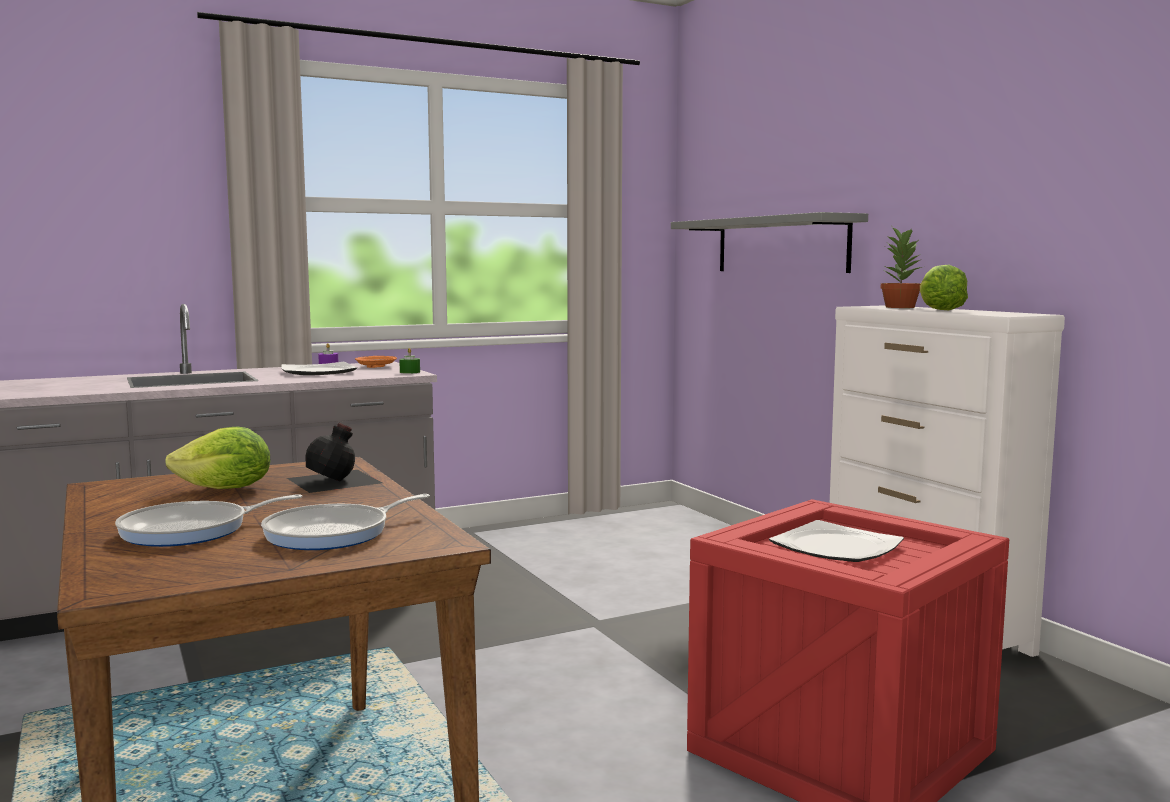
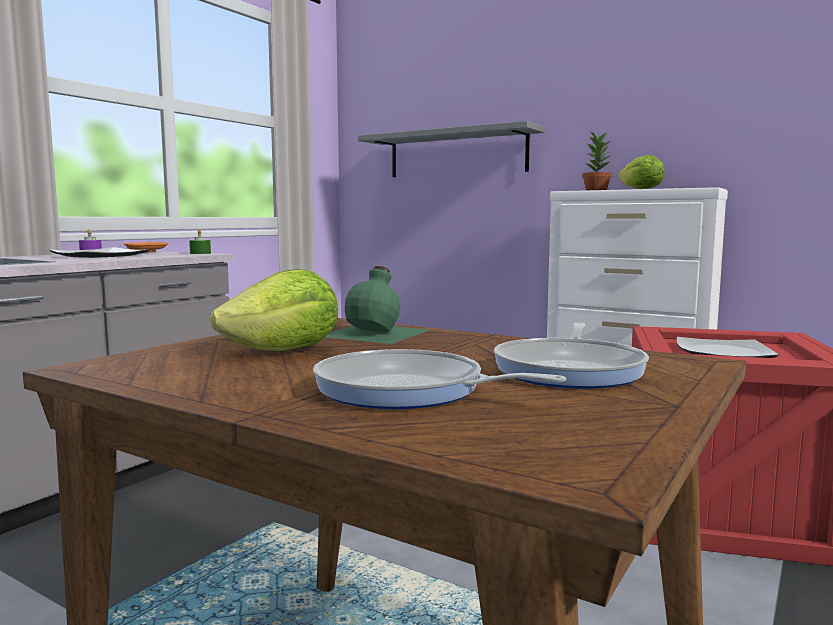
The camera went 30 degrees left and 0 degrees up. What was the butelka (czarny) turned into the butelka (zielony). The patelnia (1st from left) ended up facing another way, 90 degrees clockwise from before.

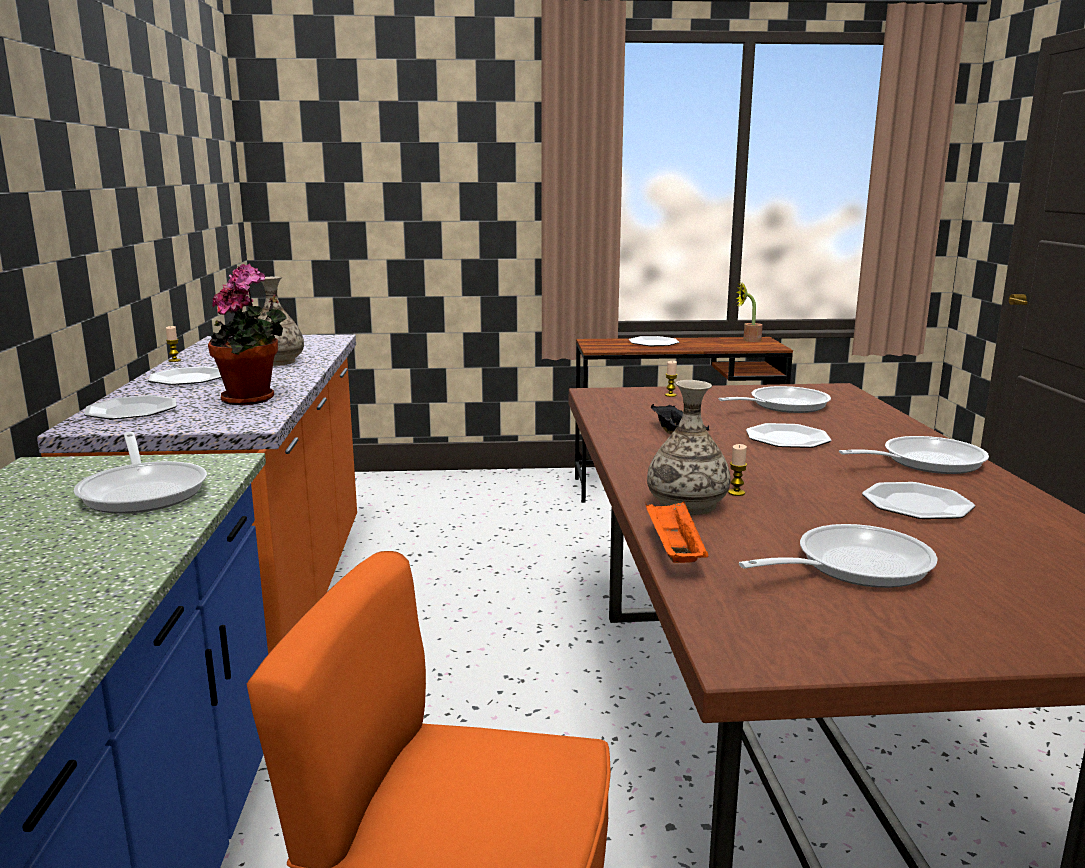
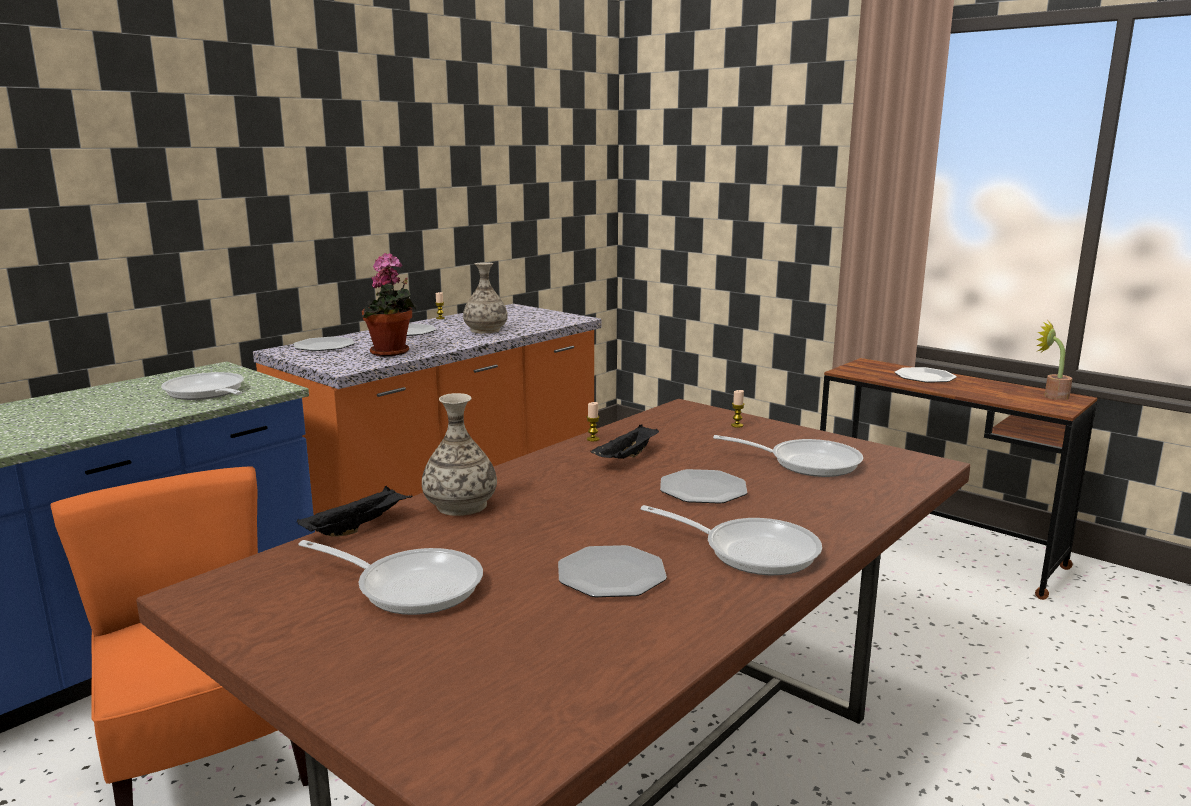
The camera went 45 degrees right and 0 degrees up. The świeca (3rd from left in the first image) ended up elsewhere. What was the taca (pomarańczowy) turned into the taca (czarny) (1st from left). The patelnia (1st from left) ended up facing another way, 120 degrees clockwise from before.

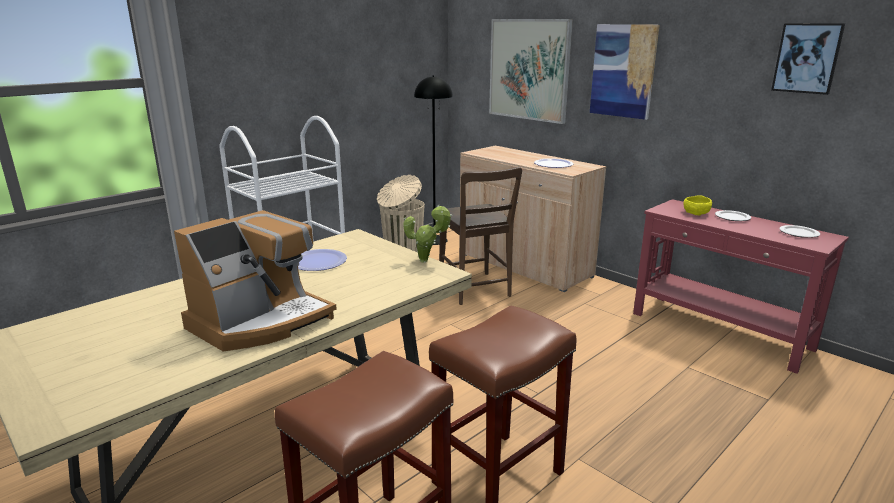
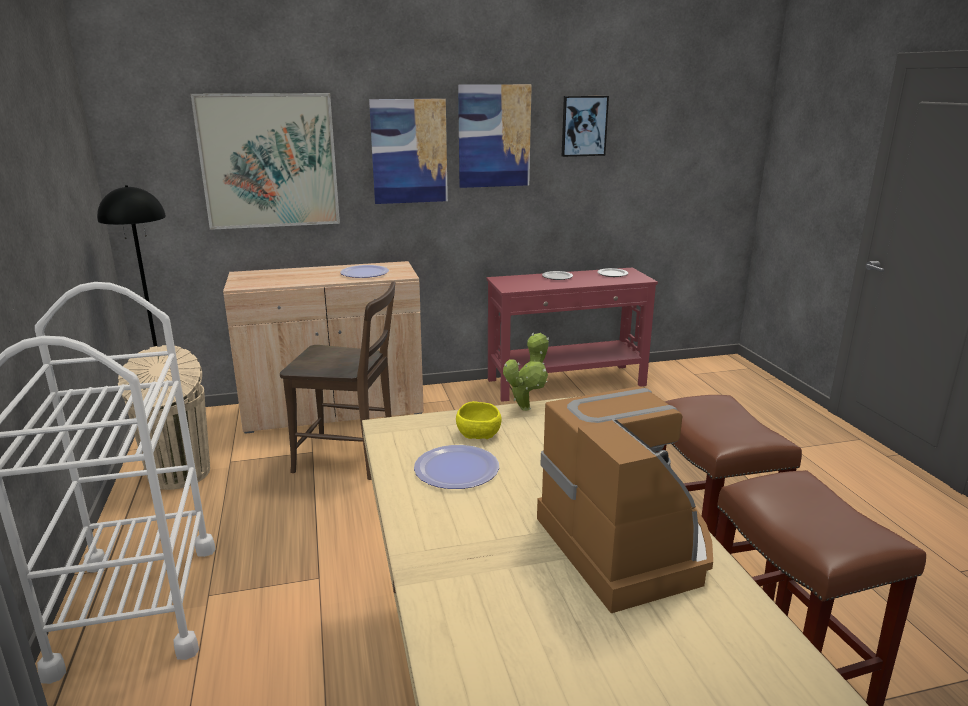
The camera went 60 degrees left and 0 degrees up. The second view gained the obraz (3rd from left). The miska (żółty) ended up elsewhere.

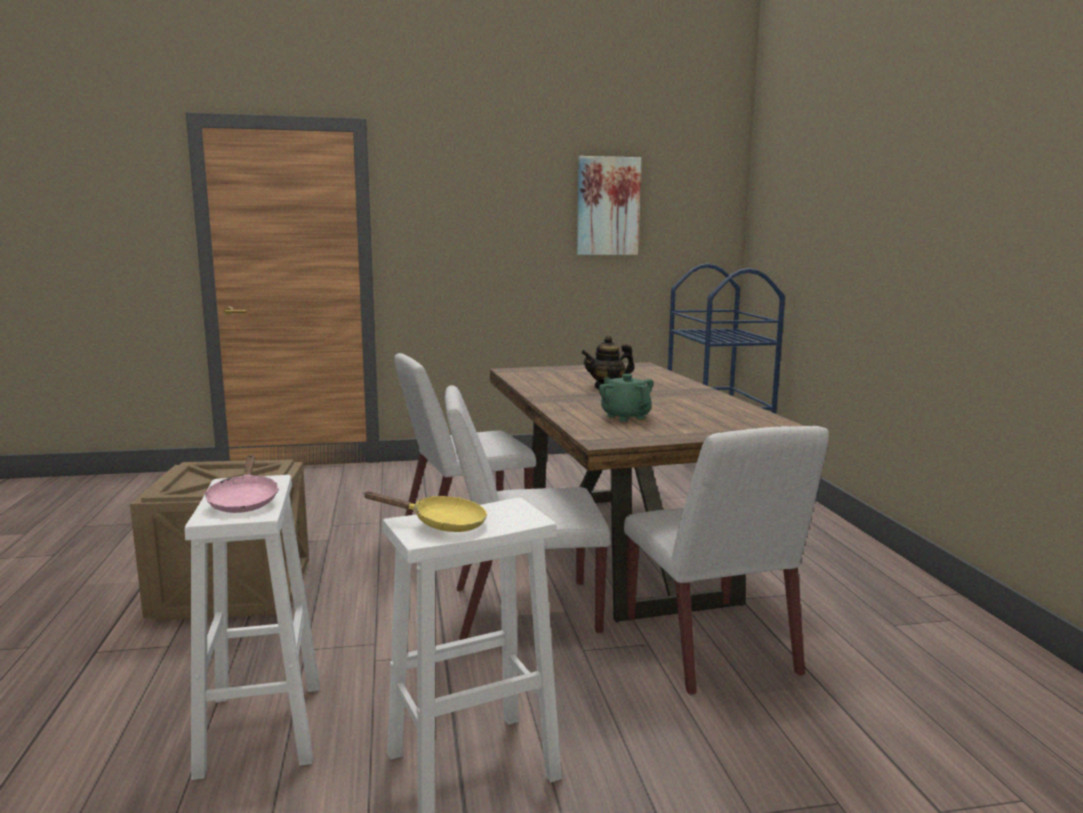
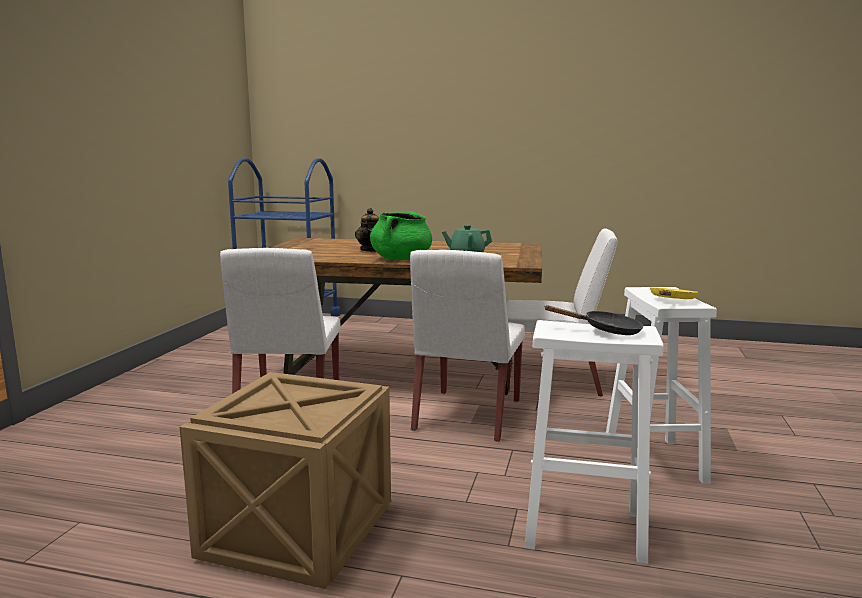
The camera went 65 degrees left and 0 degrees up. The second view lost the obraz. The second view gained the garnek (zielony). What was the patelnia (różowy) turned into the patelnia (czarny).

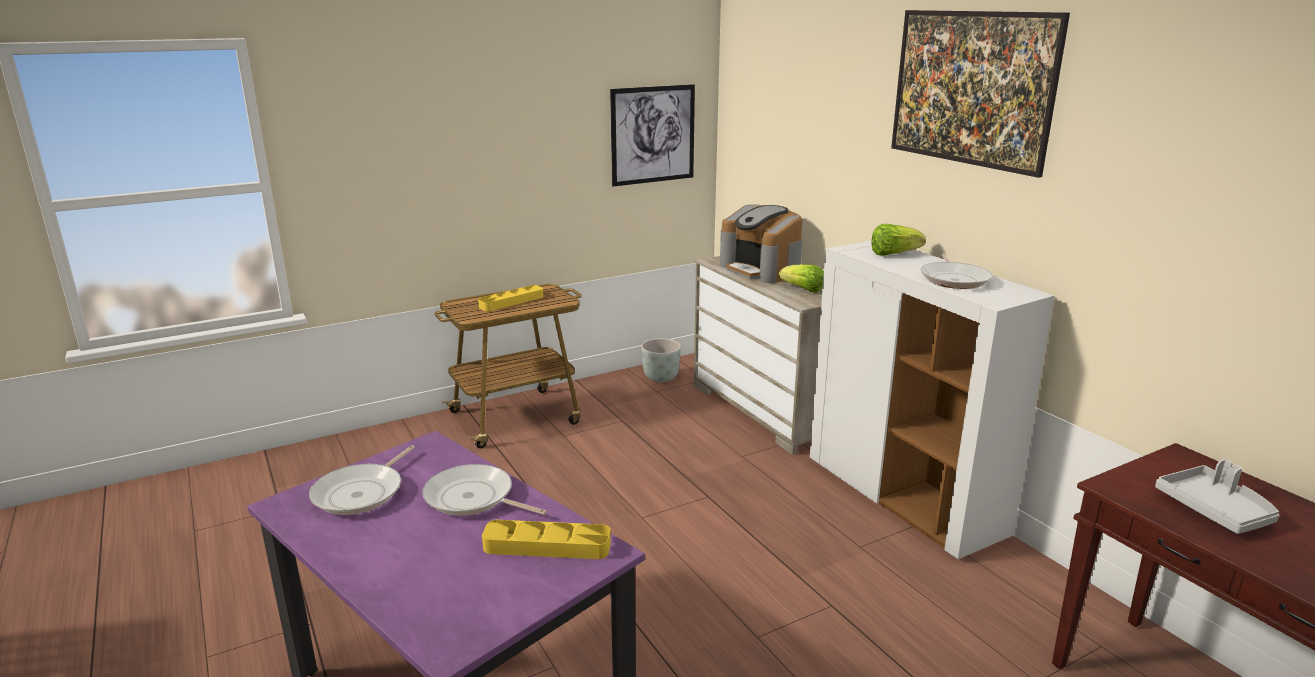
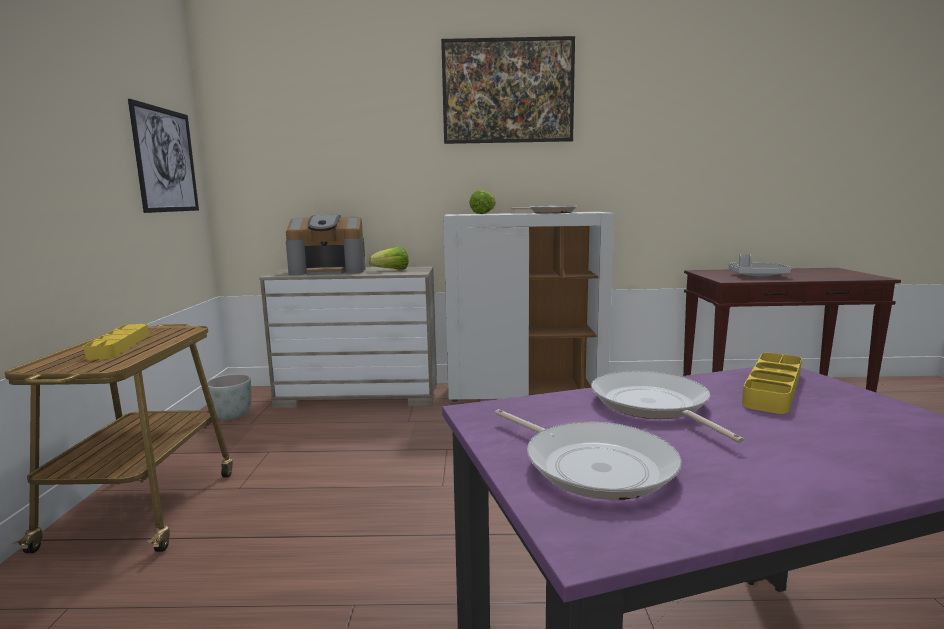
The camera went 60 degrees left and 10 degrees down. The patelnia (2nd from left in the first image) ended up facing another way, 105 degrees clockwise from before.

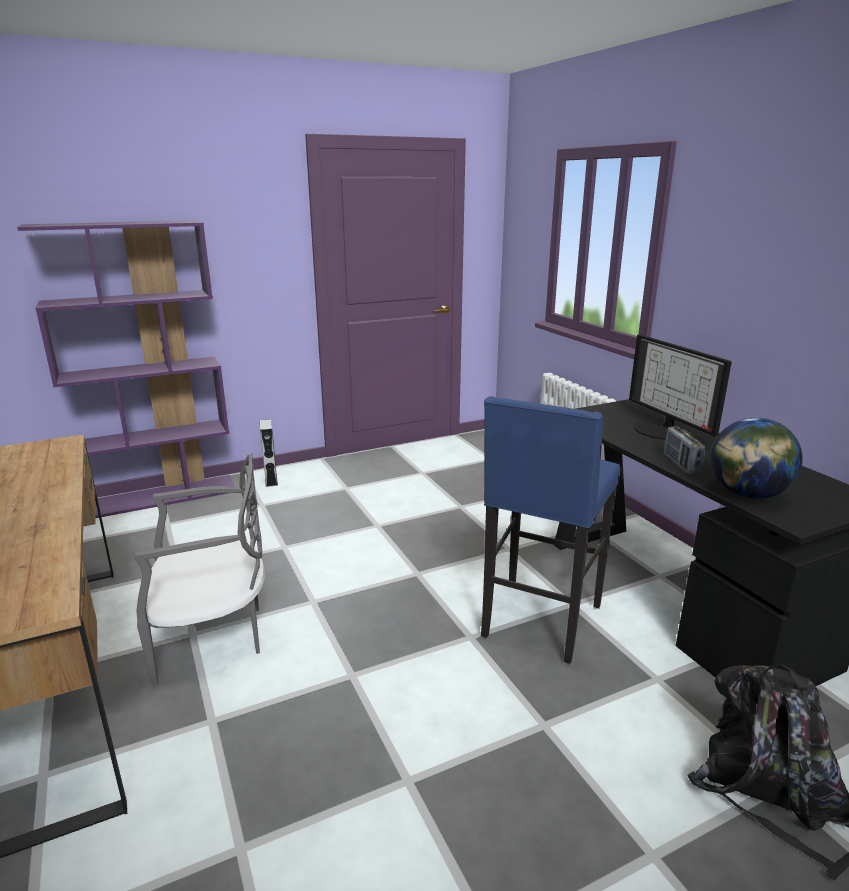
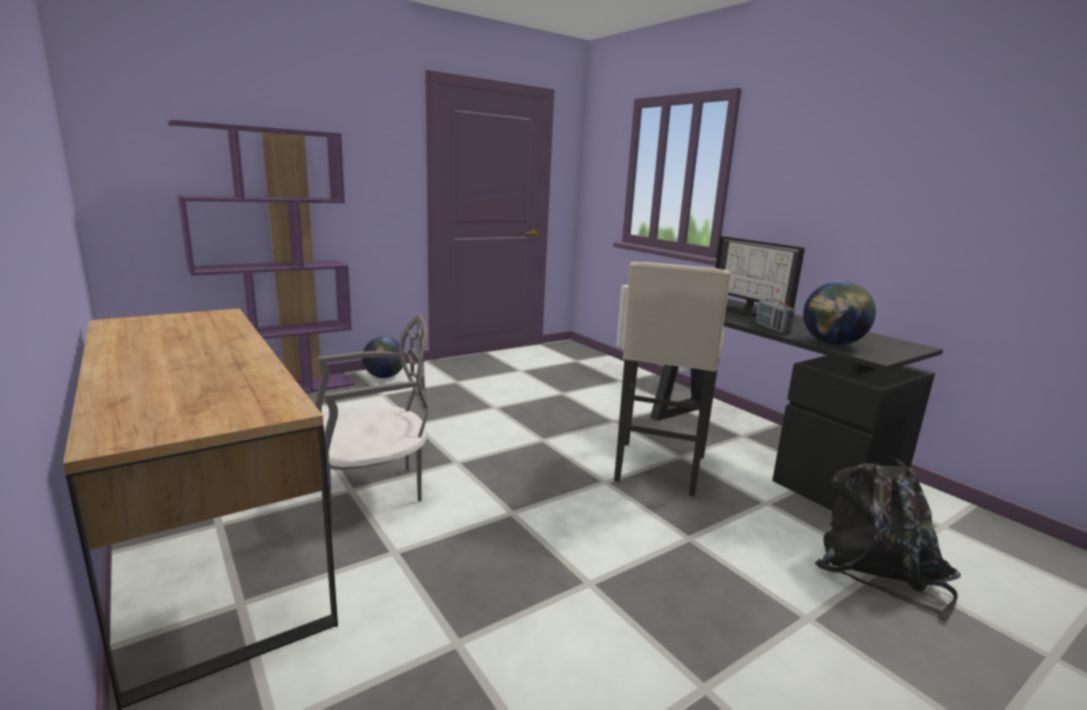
The camera went 10 degrees left and 5 degrees down. Where the głośnik (szary) stood, the globus (1st from left) came to stand. What was the stołek (niebieski) turned into the stołek (beżowy).

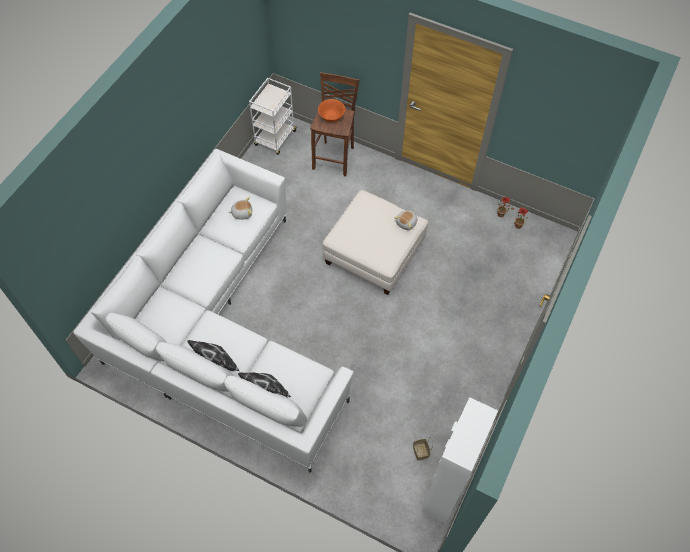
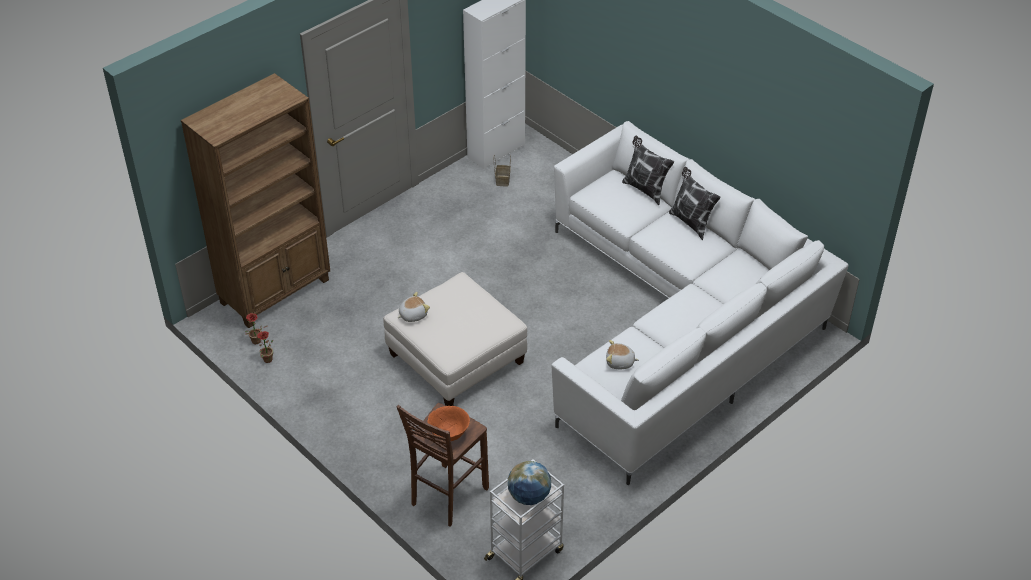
The camera went 160 degrees left and 15 degrees down. The second view gained the regał (brązowy). The second view gained the globus.

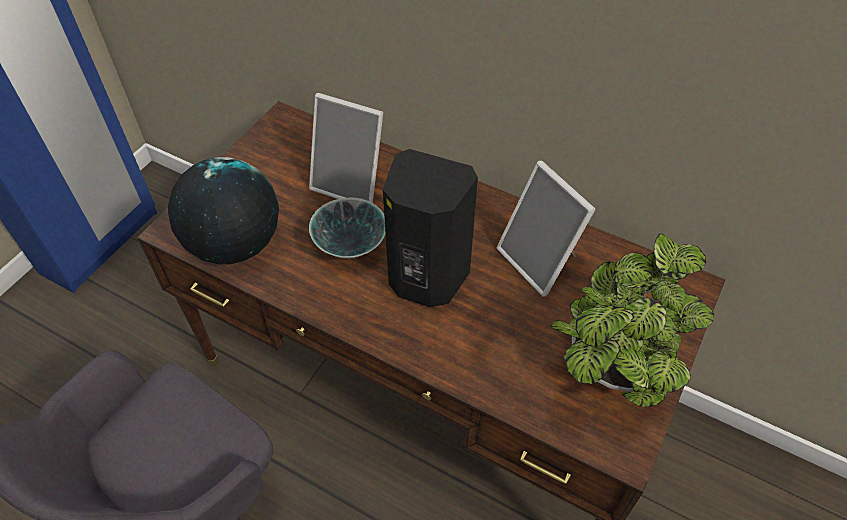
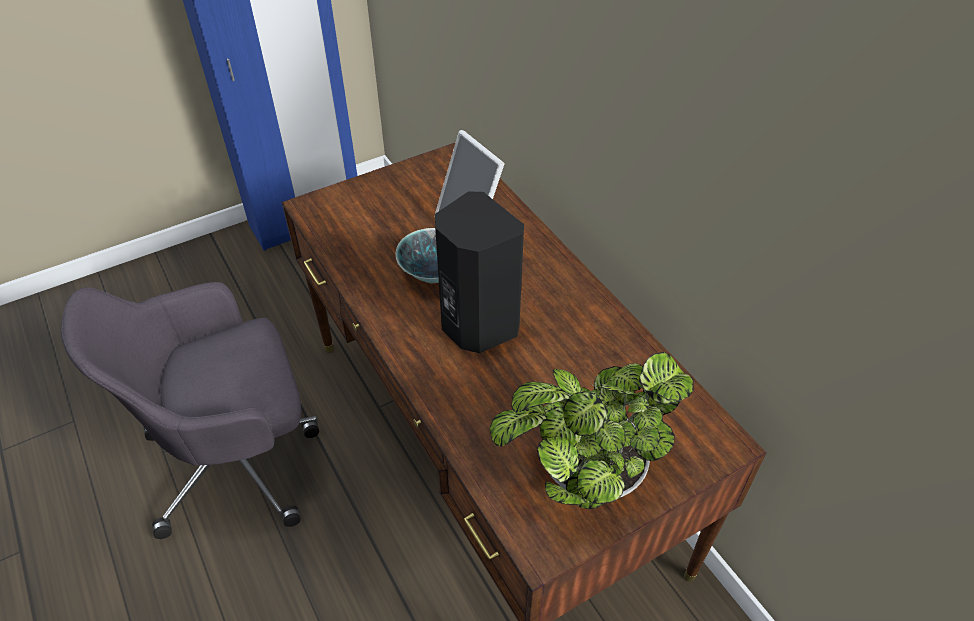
The camera went 30 degrees right and 5 degrees down. The second view lost the globus. The second view lost the ramka na zdjęcie (2nd from left).

